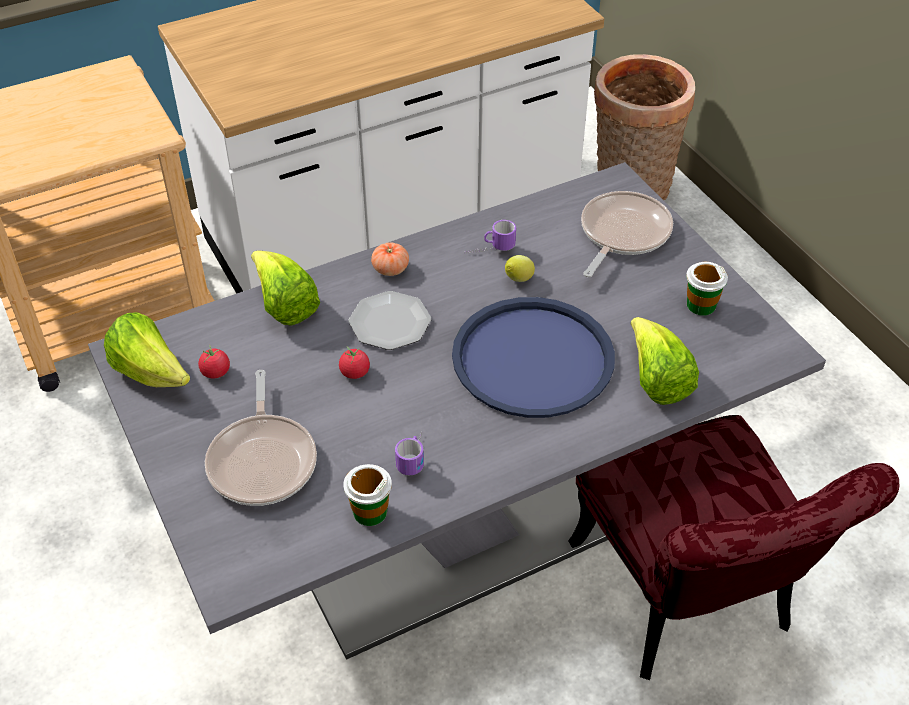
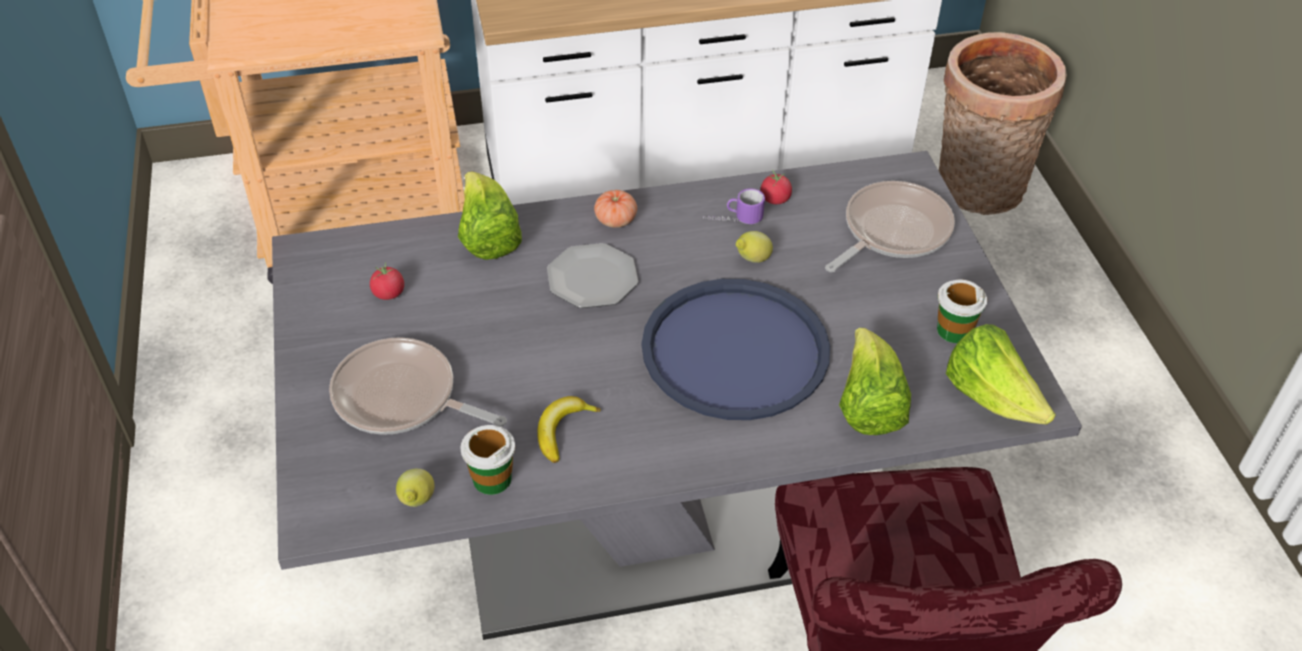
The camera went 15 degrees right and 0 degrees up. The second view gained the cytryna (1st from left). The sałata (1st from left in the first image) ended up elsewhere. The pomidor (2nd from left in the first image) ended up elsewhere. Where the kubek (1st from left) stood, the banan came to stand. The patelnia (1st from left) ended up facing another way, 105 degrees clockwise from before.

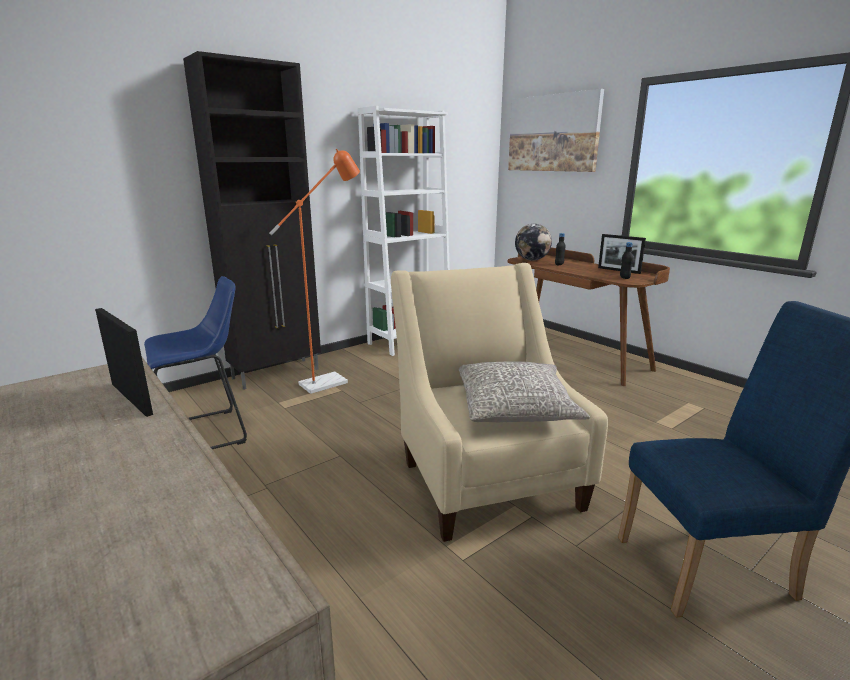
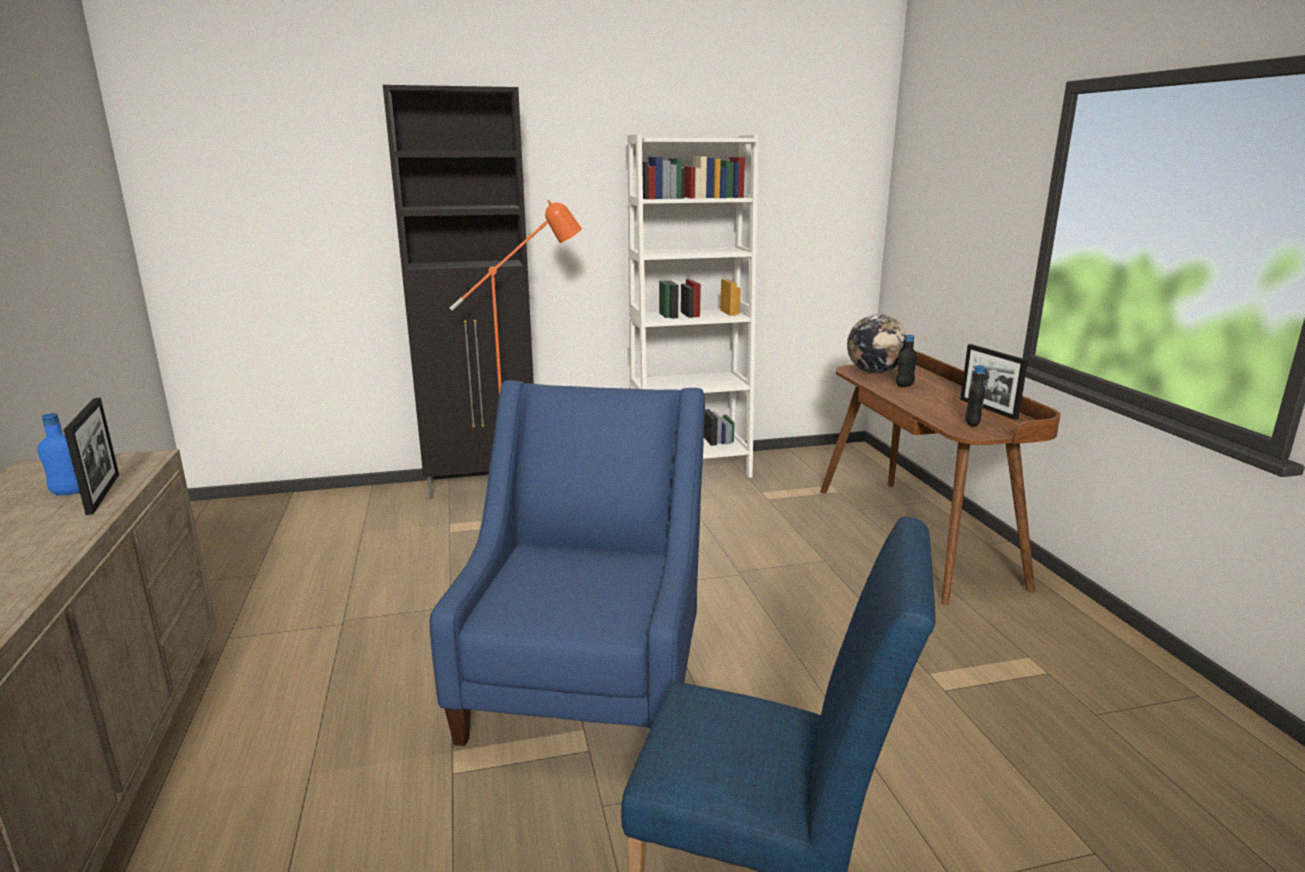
The camera went 25 degrees right and 0 degrees up. The second view lost the stołek (niebieski). The second view lost the poduszka (szary). The second view lost the obraz. The second view gained the butelka (niebieski). What was the fotel (beżowy) turned into the fotel (niebieski).

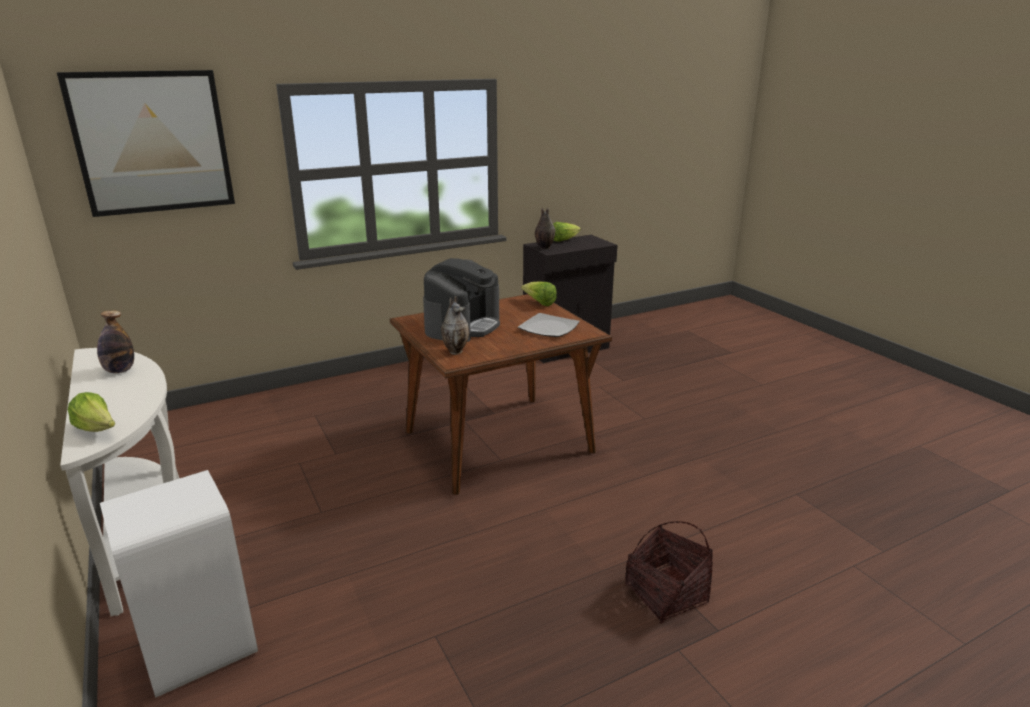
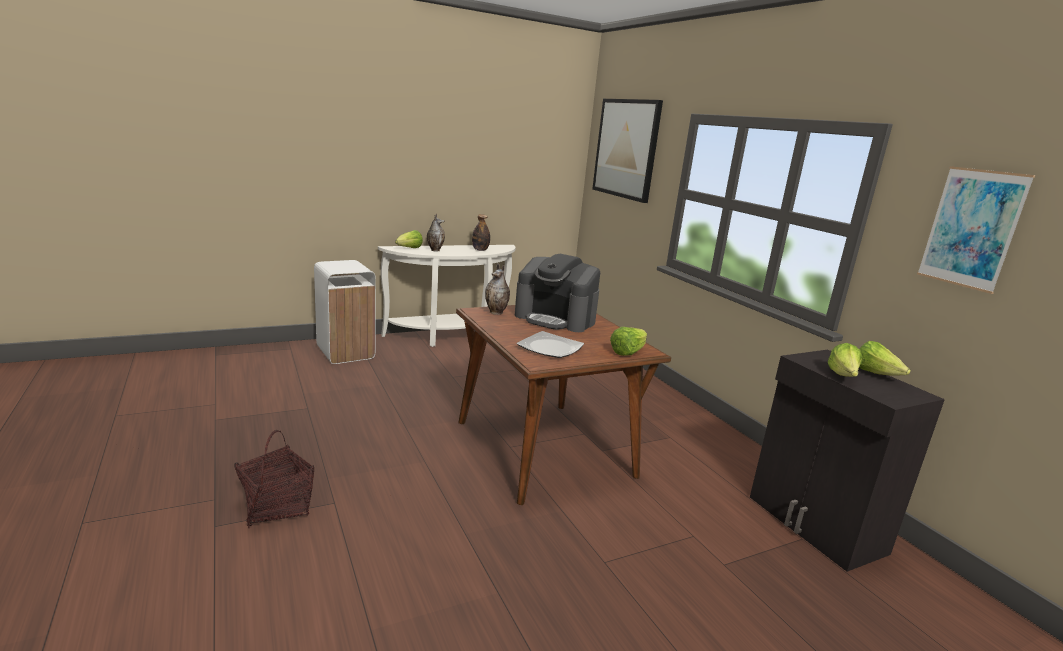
The camera went 90 degrees right and 5 degrees down. The second view gained the sałata (3rd from left). The second view gained the obraz (2nd from left). The wazon (2nd from left in the first image) ended up elsewhere.

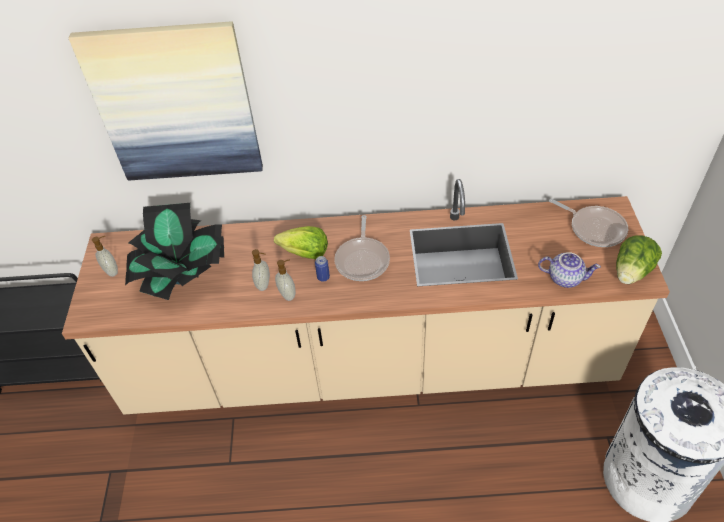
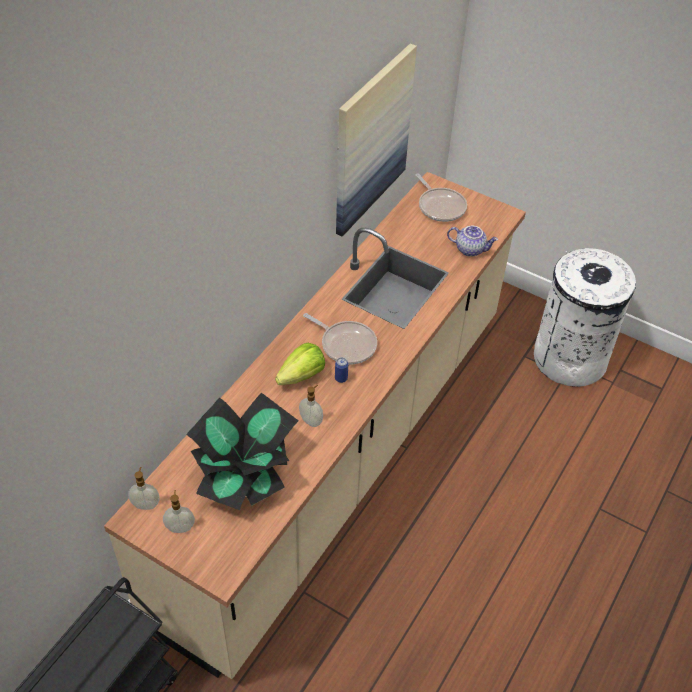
The camera went 60 degrees left and 0 degrees up. The second view lost the sałata (2nd from left). The obraz ended up elsewhere. The dozownik mydła (3rd from left in the first image) ended up elsewhere. The imbryk ended up facing another way, 60 degrees clockwise from before. The patelnia (2nd from left) ended up facing another way, 75 degrees clockwise from before.

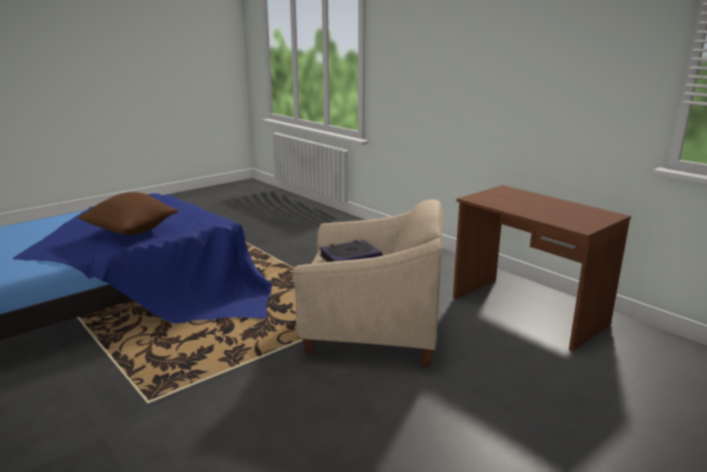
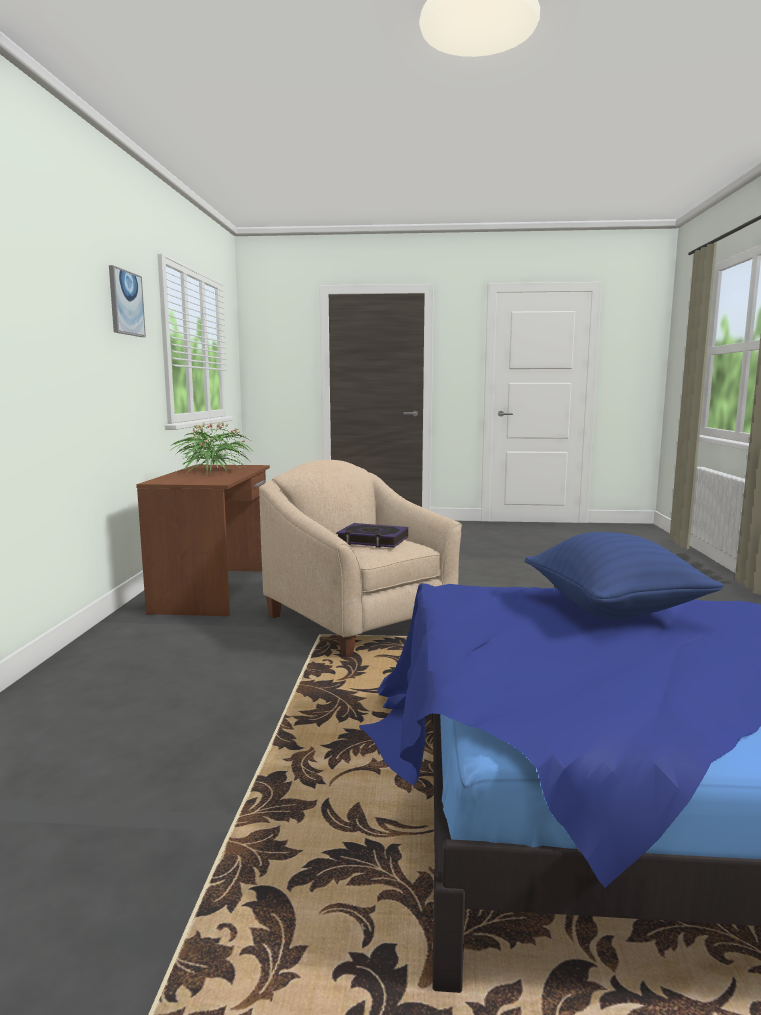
The camera went 135 degrees left and 10 degrees down. The second view gained the obraz. The second view gained the roślina doniczkowa. What was the poduszka (brązowy) turned into the poduszka (niebieski).

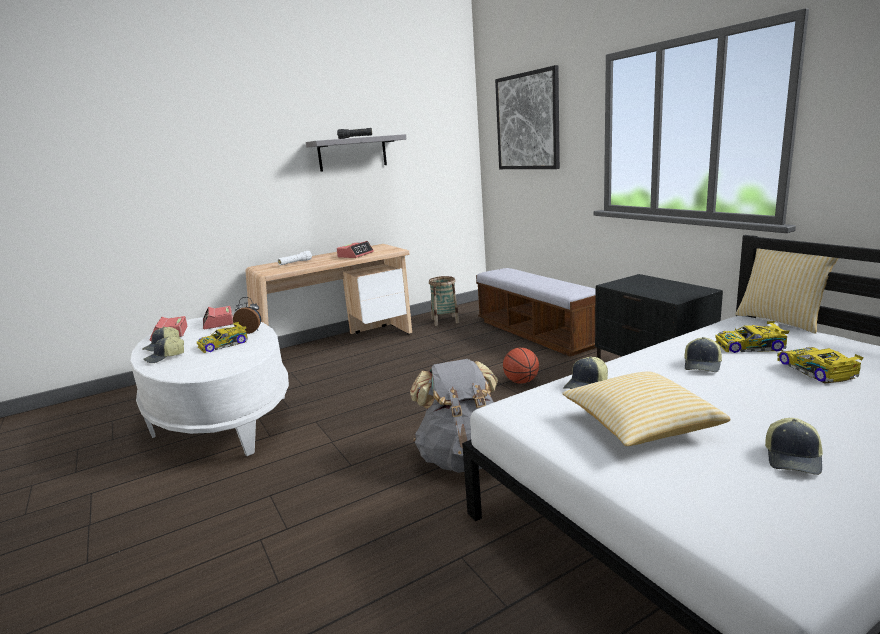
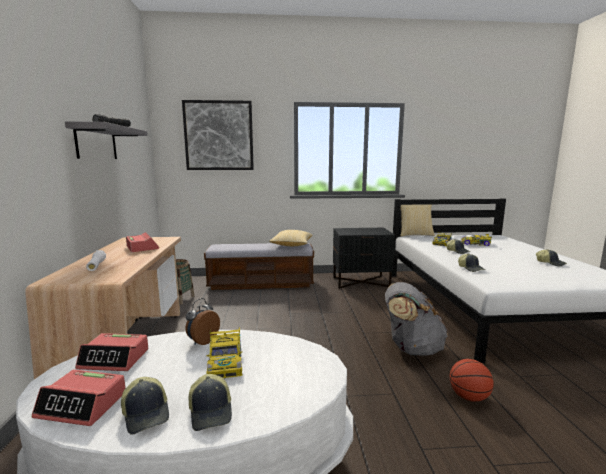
The camera went 65 degrees left and 5 degrees down. The piłka do koszykówki ended up elsewhere. The poduszka (1st from left) ended up elsewhere.

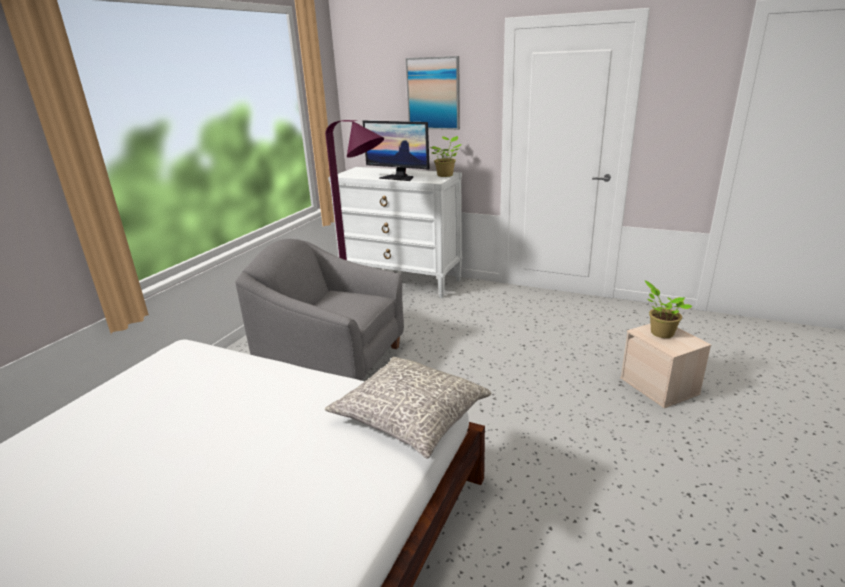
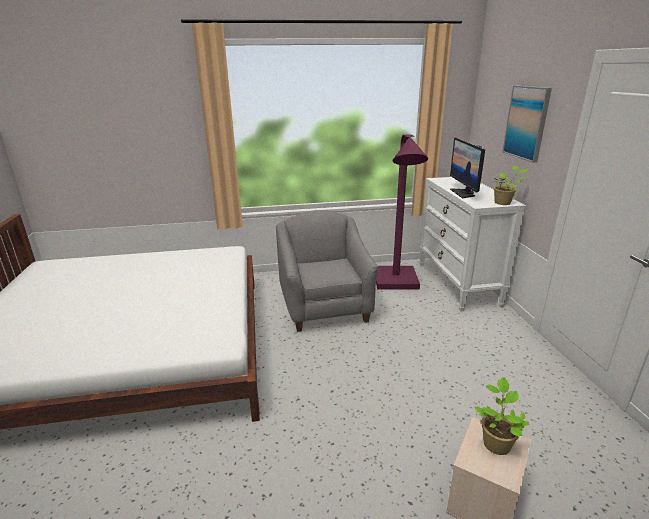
The camera went 55 degrees right and 0 degrees up. The second view lost the poduszka (szary).

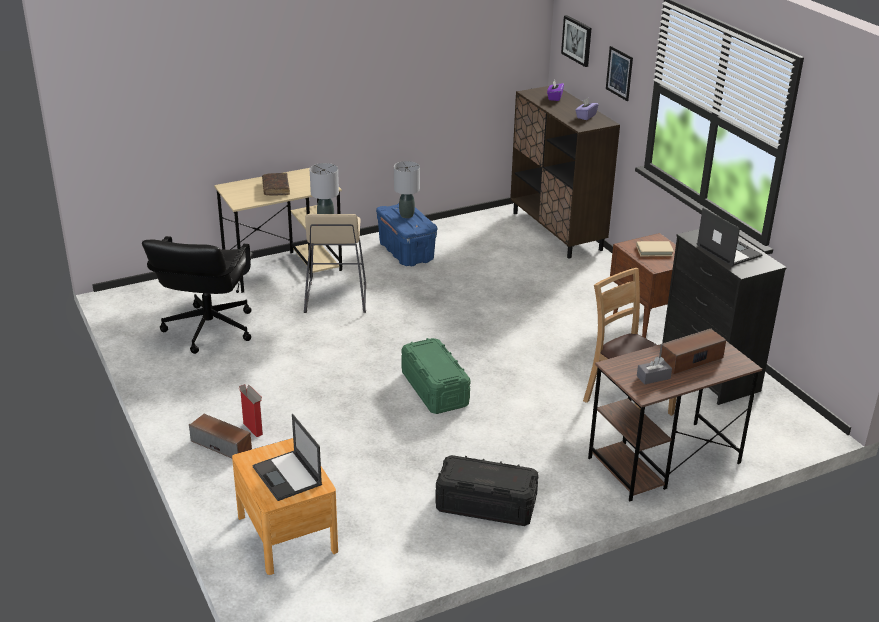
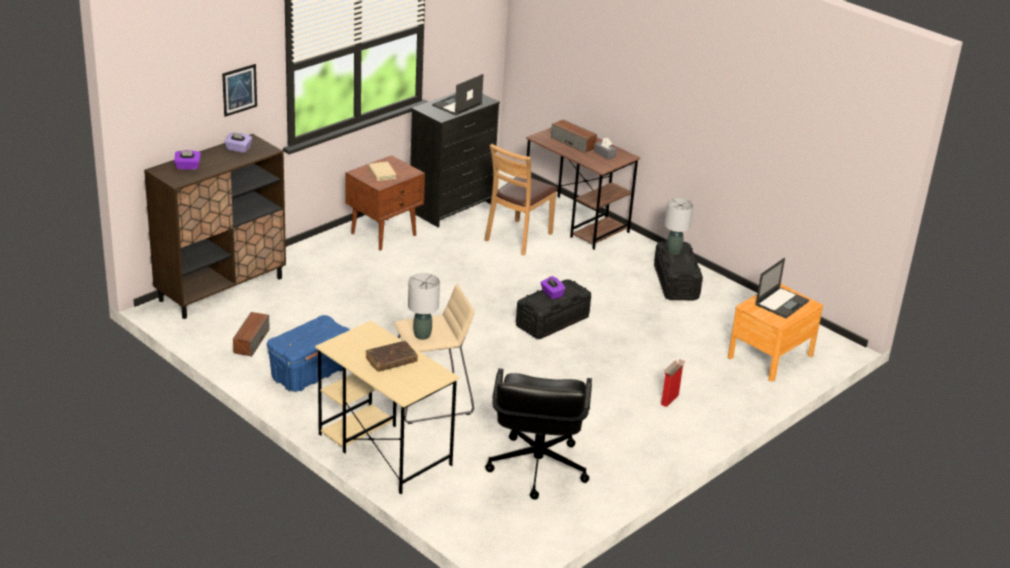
The camera went 110 degrees left and 0 degrees up. The second view lost the obraz (1st from left). The second view gained the pudełko chusteczek (fioletowy) (3rd from left). The głośnik (1st from left) ended up elsewhere. The lampa stołowa (szary) (2nd from left) ended up elsewhere. What was the pojemnik do przechowywania (zielony) turned into the pojemnik do przechowywania (czarny) (1st from left). The krzesło biurowe (czarny) ended up facing another way, 105 degrees clockwise from before.

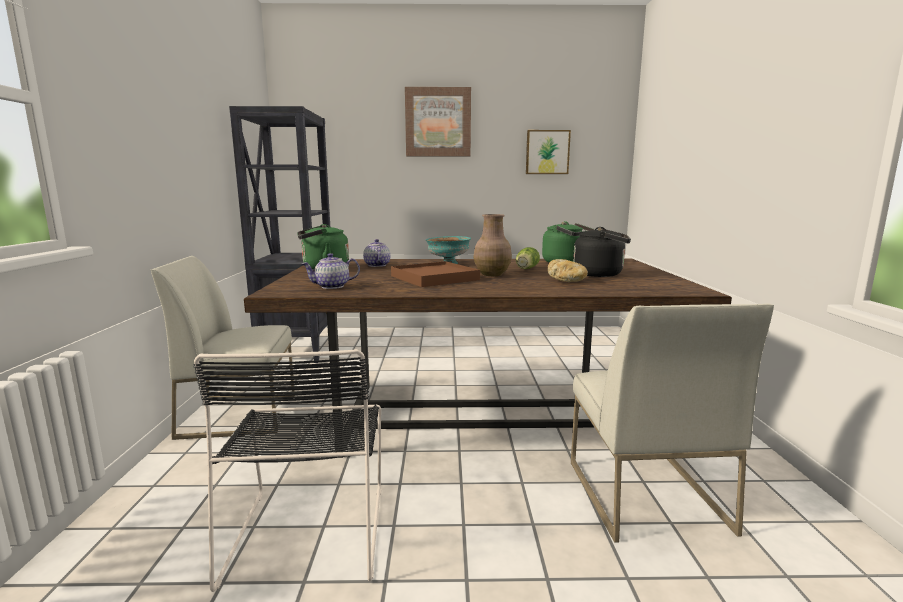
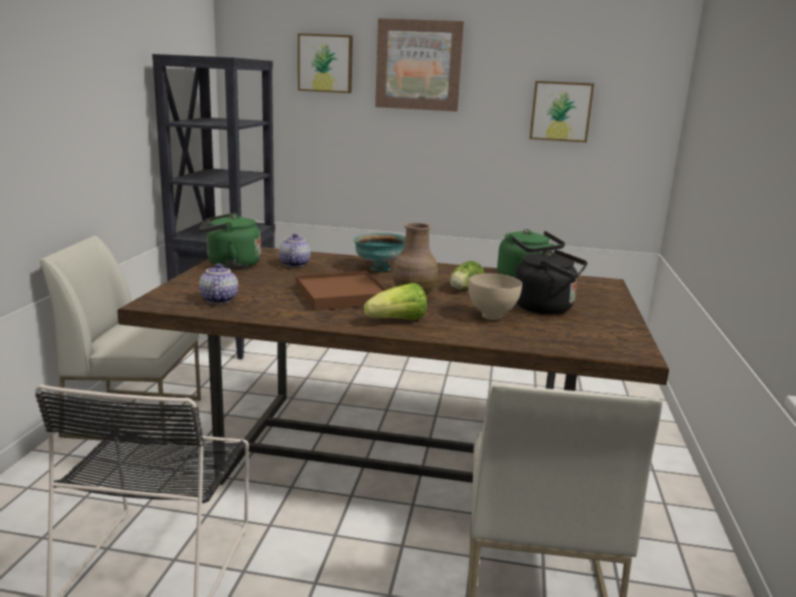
The camera went 10 degrees right and 5 degrees up. The second view gained the obraz (1st from left). The second view gained the sałata (1st from left). Where the chleb stood, the miska (beżowy) came to stand. The imbryk (1st from left) ended up facing another way, 90 degrees clockwise from before.

